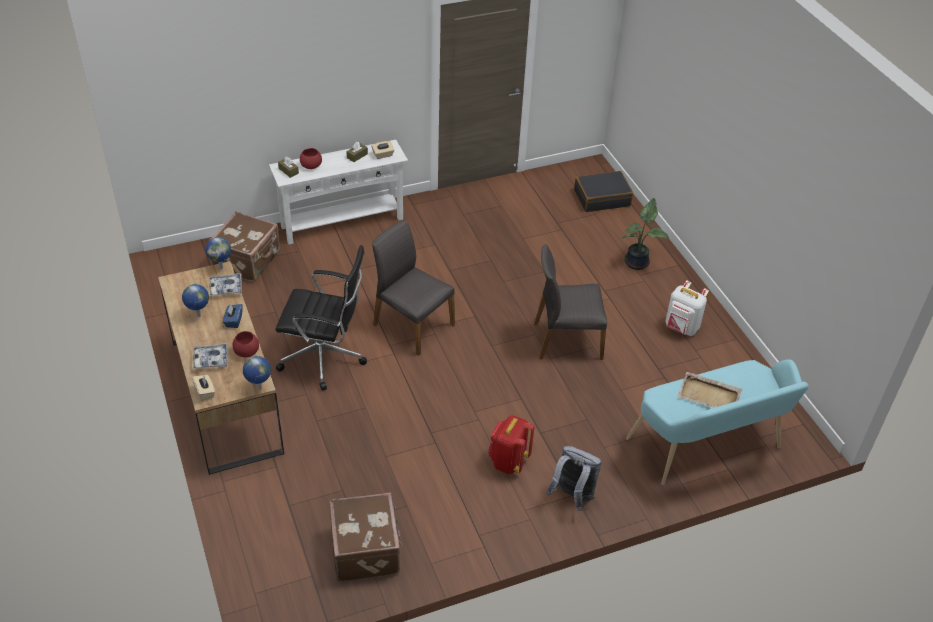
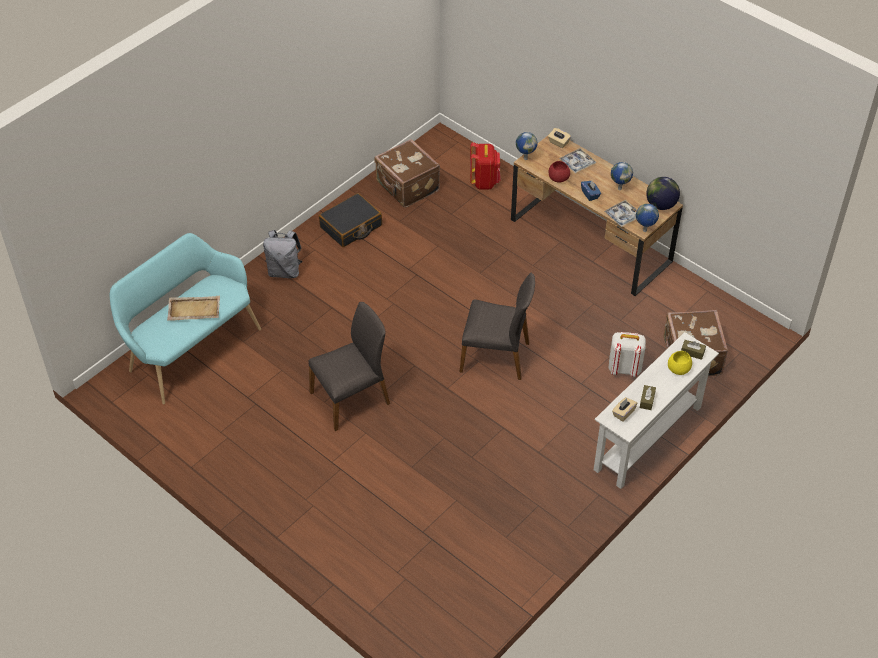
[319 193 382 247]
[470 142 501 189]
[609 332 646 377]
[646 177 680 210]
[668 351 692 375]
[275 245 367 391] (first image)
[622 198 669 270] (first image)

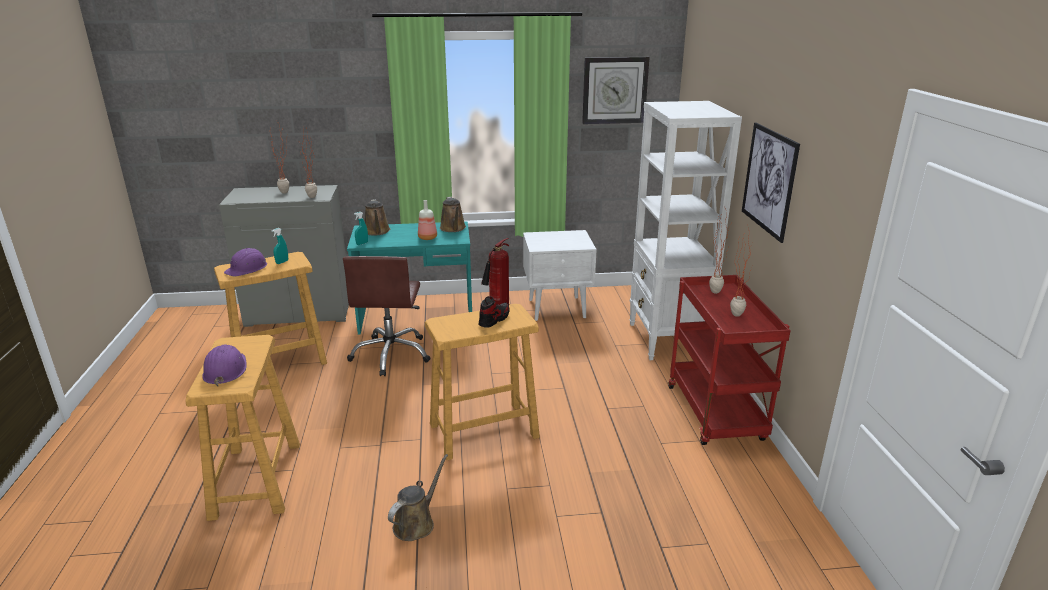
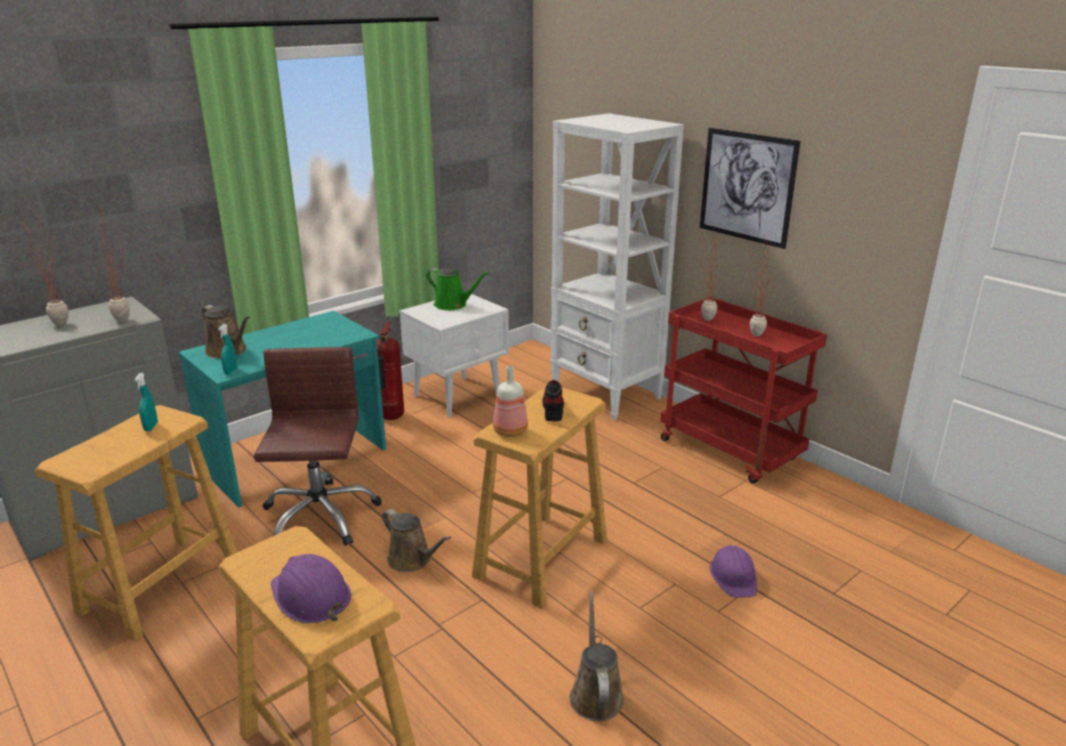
[254 347 382 546]
[382 509 451 572]
[426 268 489 310]
[493 366 528 437]
[710 545 757 597]
[582 57 649 124] (first image)

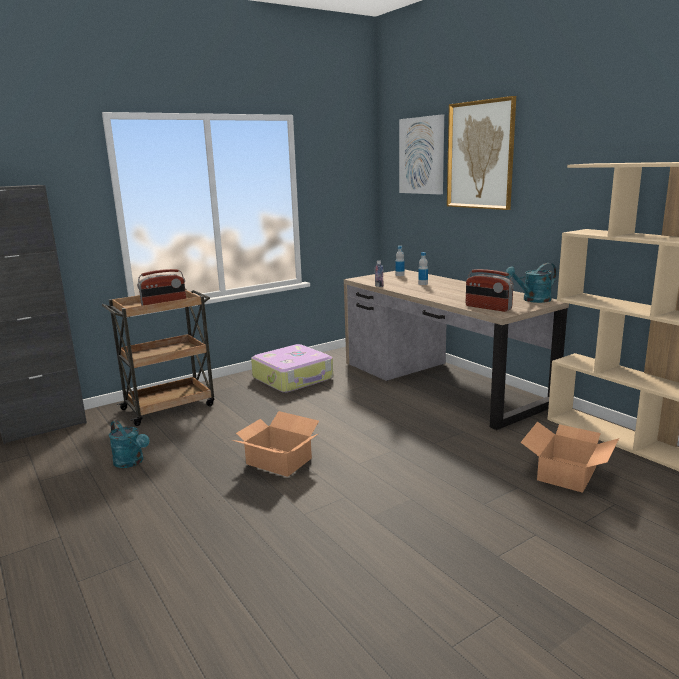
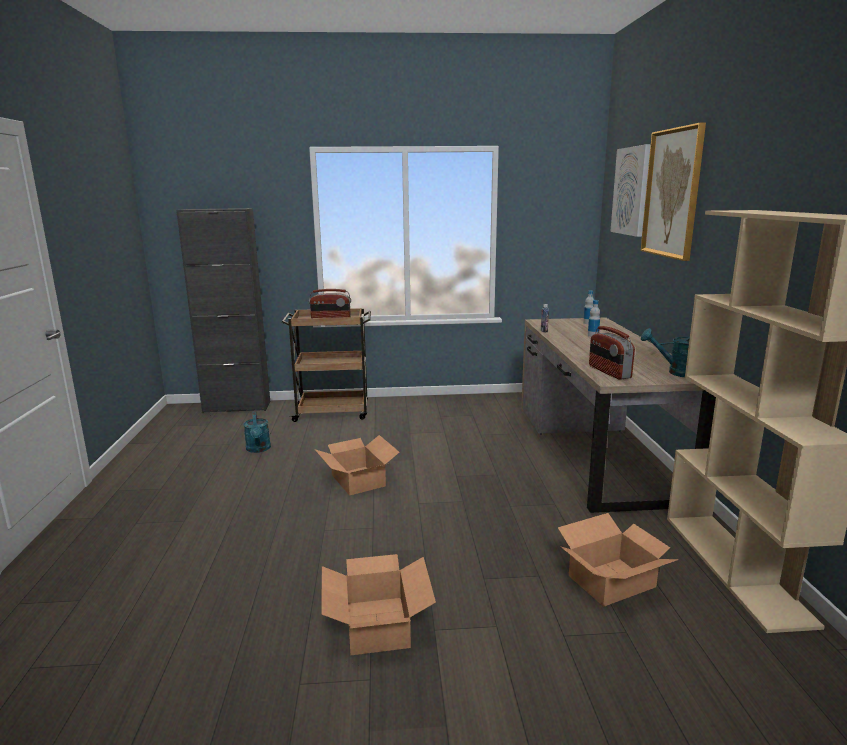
[321 554 436 655]
[251 344 333 393] (first image)

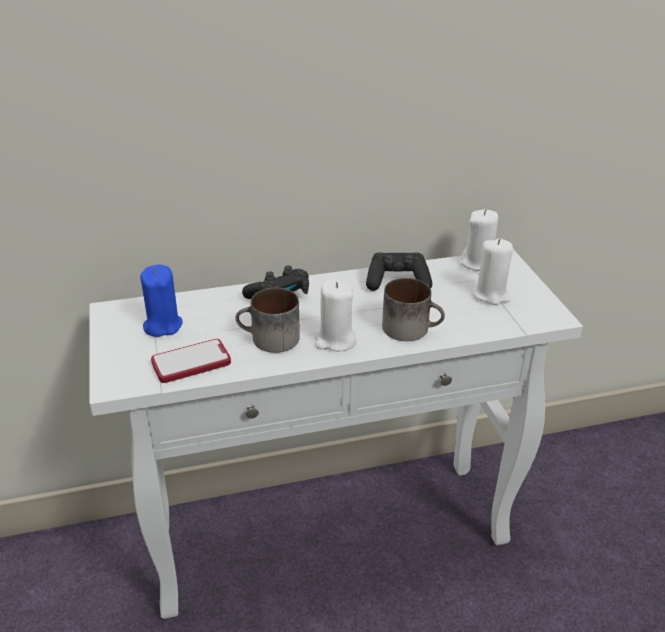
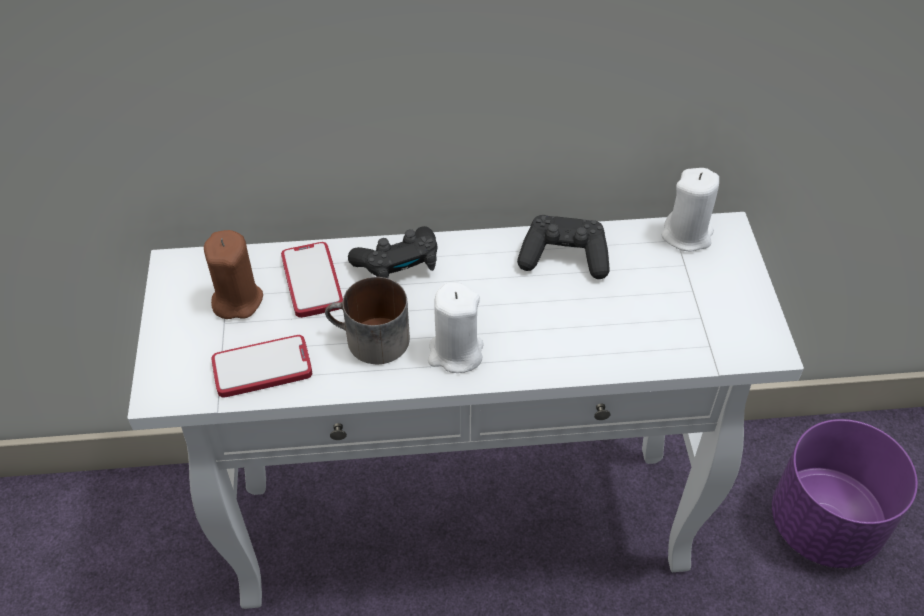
[204 230 263 319]
[281 242 343 318]
[772 419 918 568]
[382 278 445 341] (first image)
[473 238 513 305] (first image)

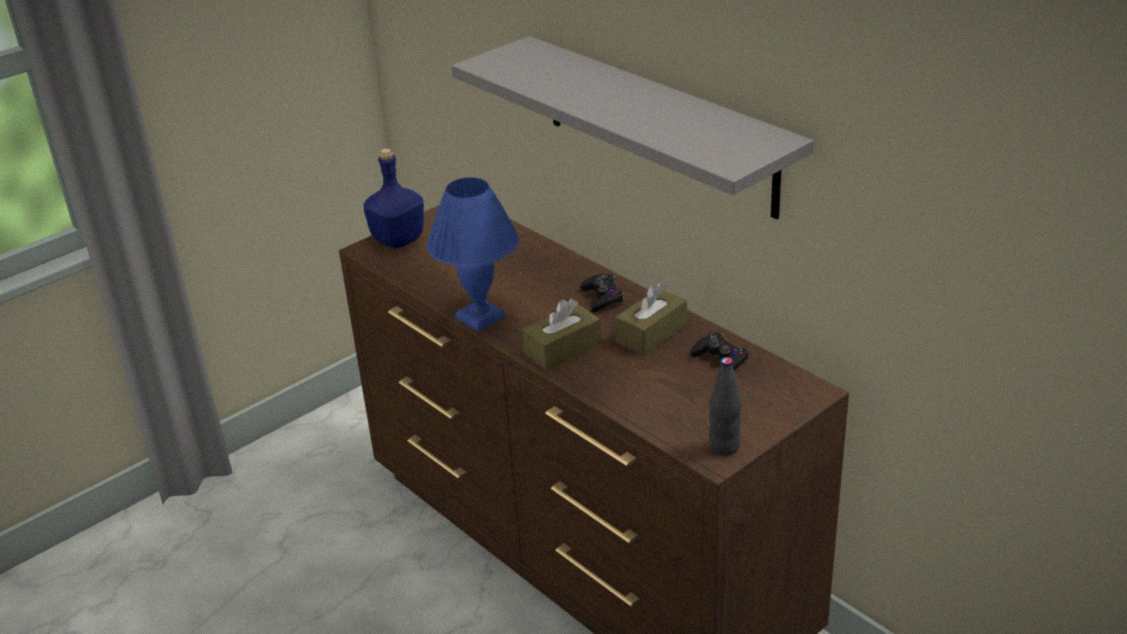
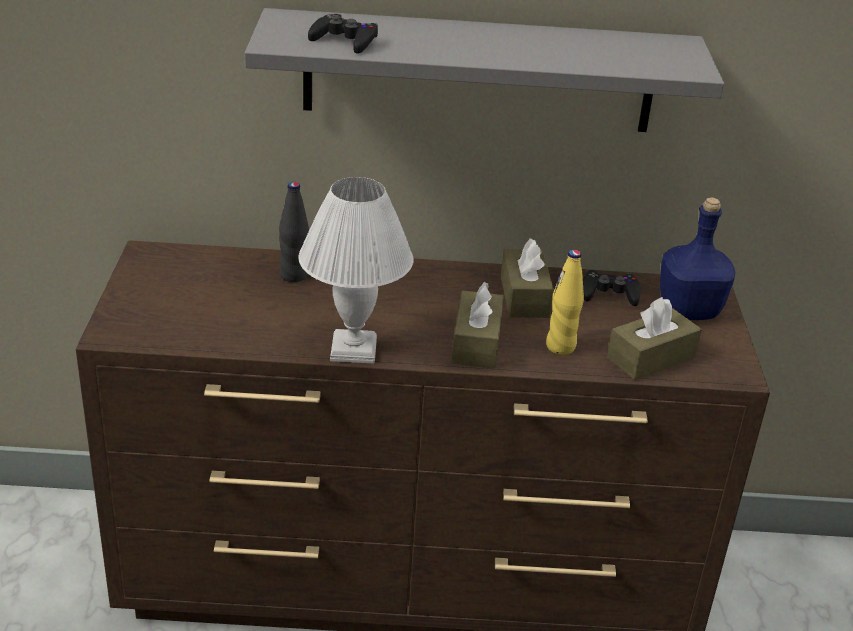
[279 182 309 282]
[298 177 414 364]
[308 14 378 54]
[546 250 584 355]
[607 297 702 380]
[660 197 736 320]

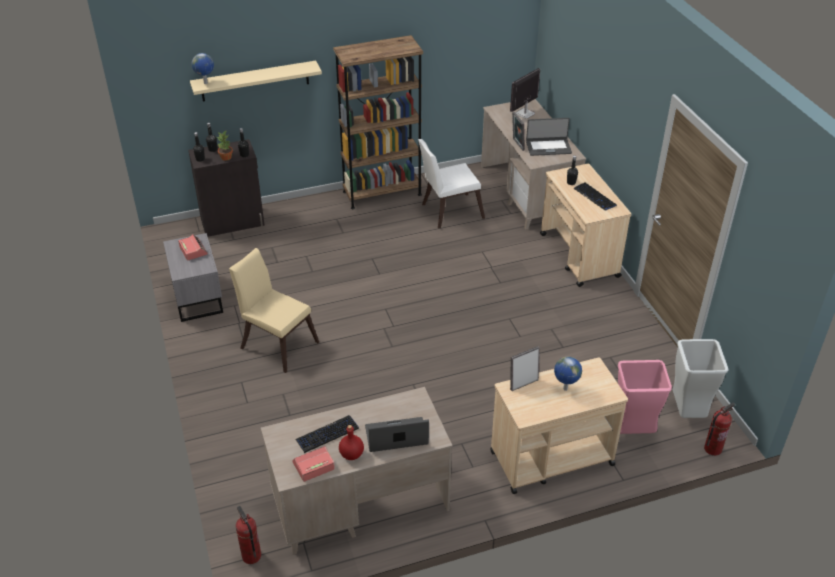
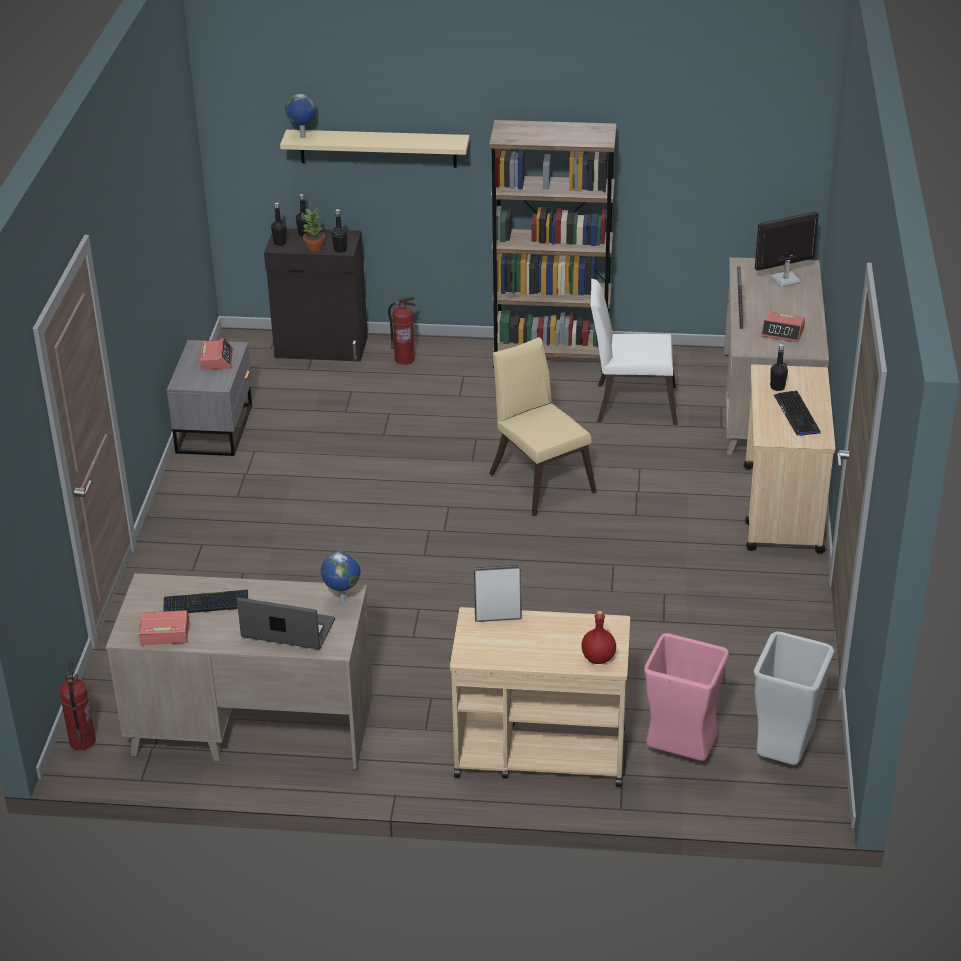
[321 551 360 603]
[388 296 416 365]
[489 337 597 516]
[581 611 616 664]
[761 312 805 342]

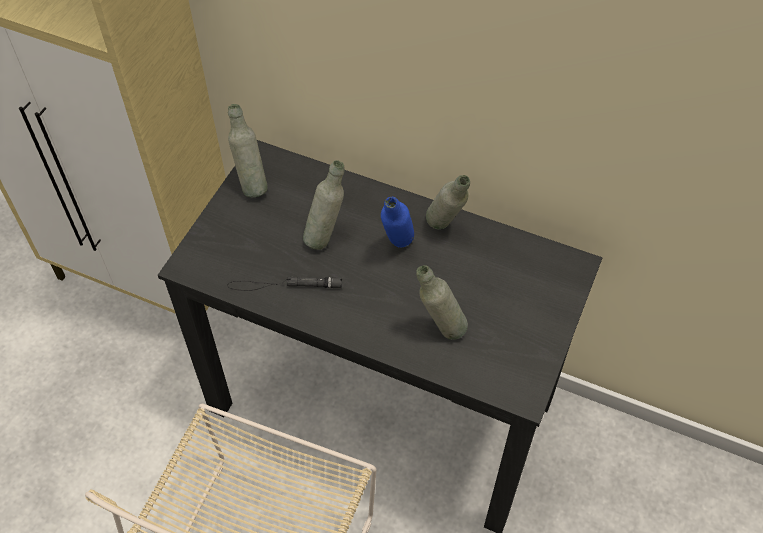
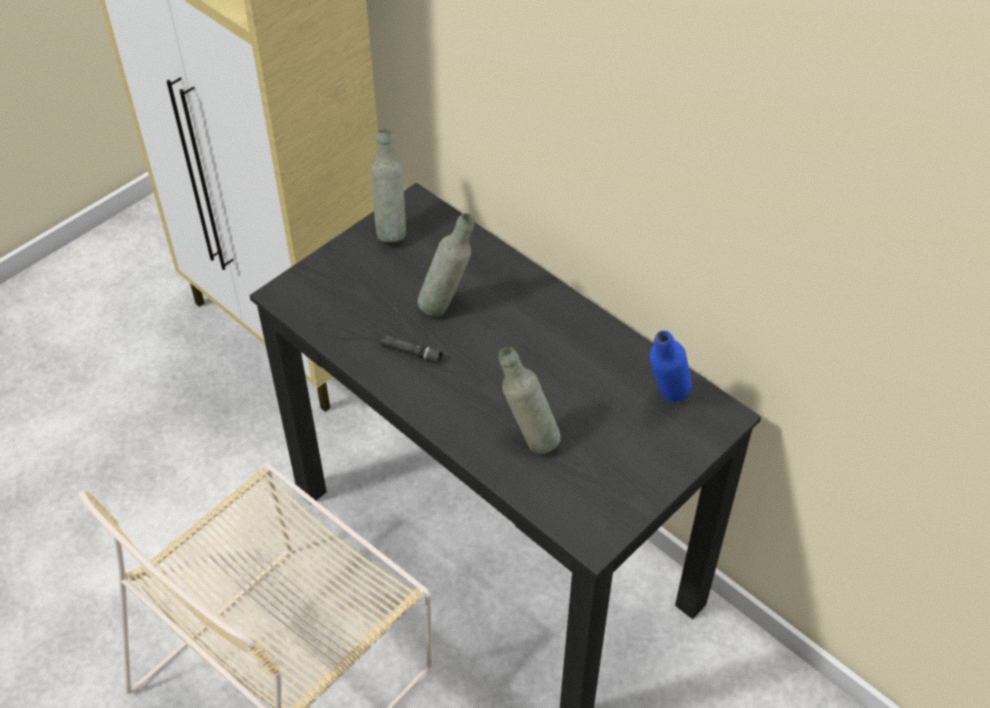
[650 330 692 402]
[426 175 470 229] (first image)

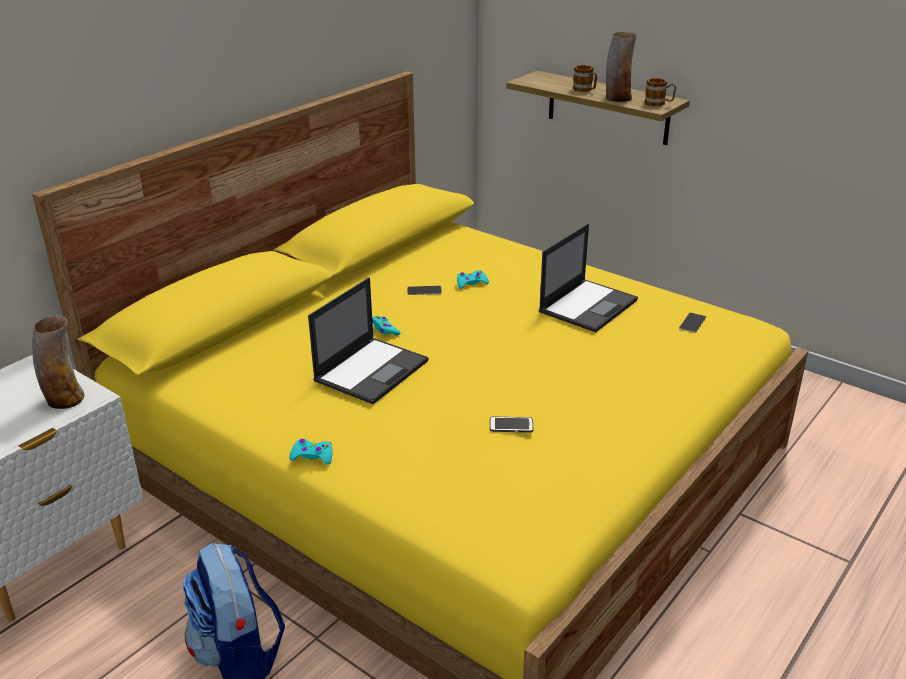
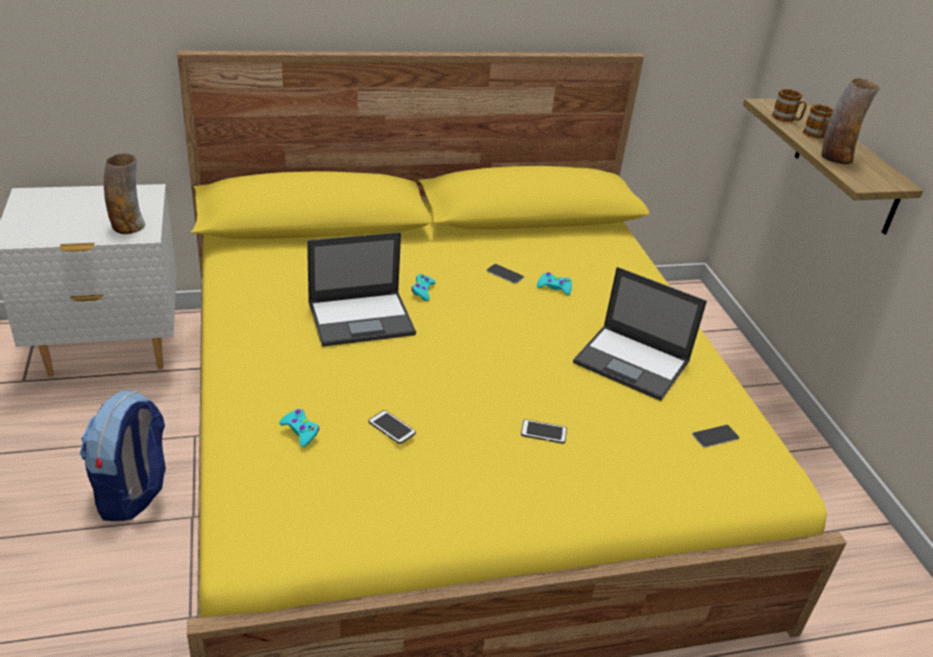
[279 409 319 447]
[521 419 567 444]
[573 267 707 401]
[772 89 807 122]

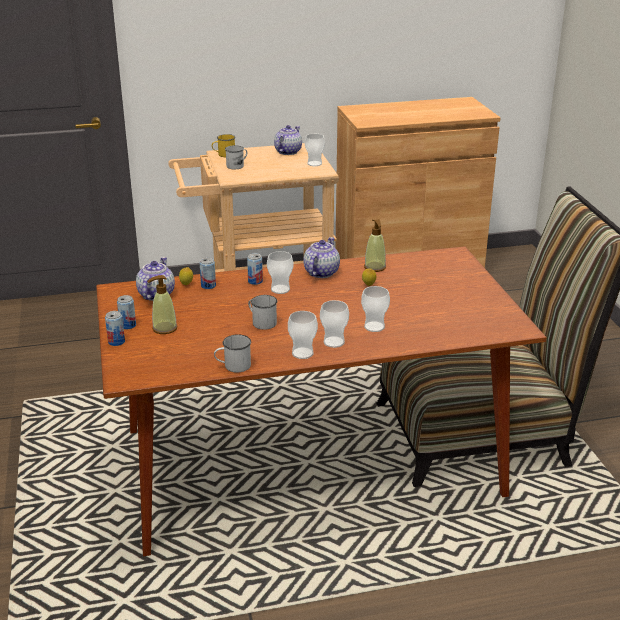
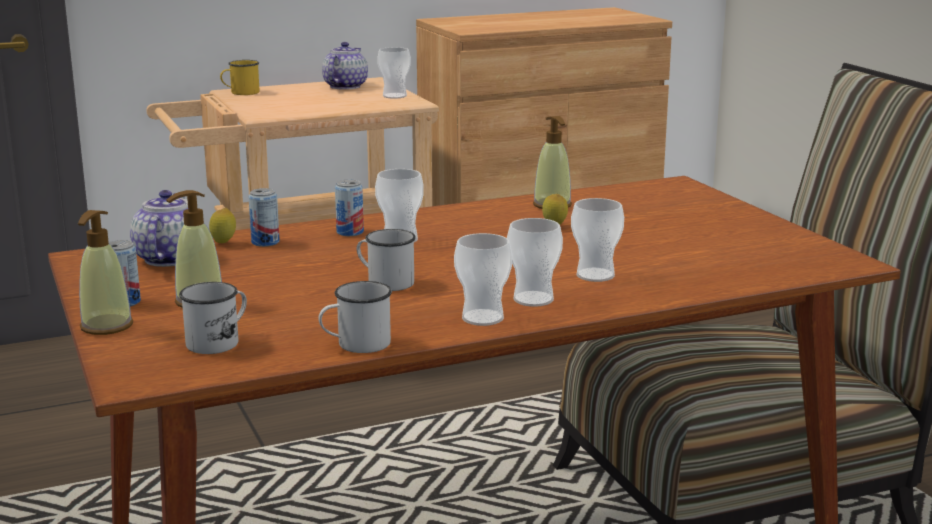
[78 210 133 335]
[179 282 247 354]
[303 237 340 278] (first image)

